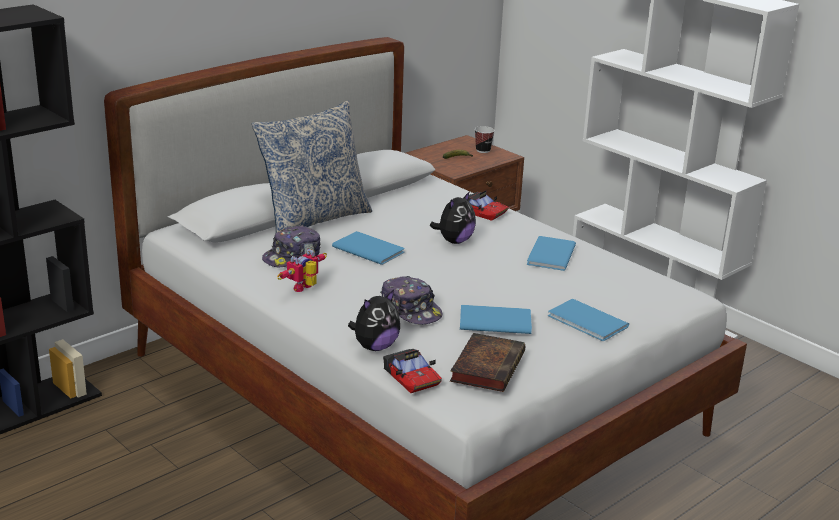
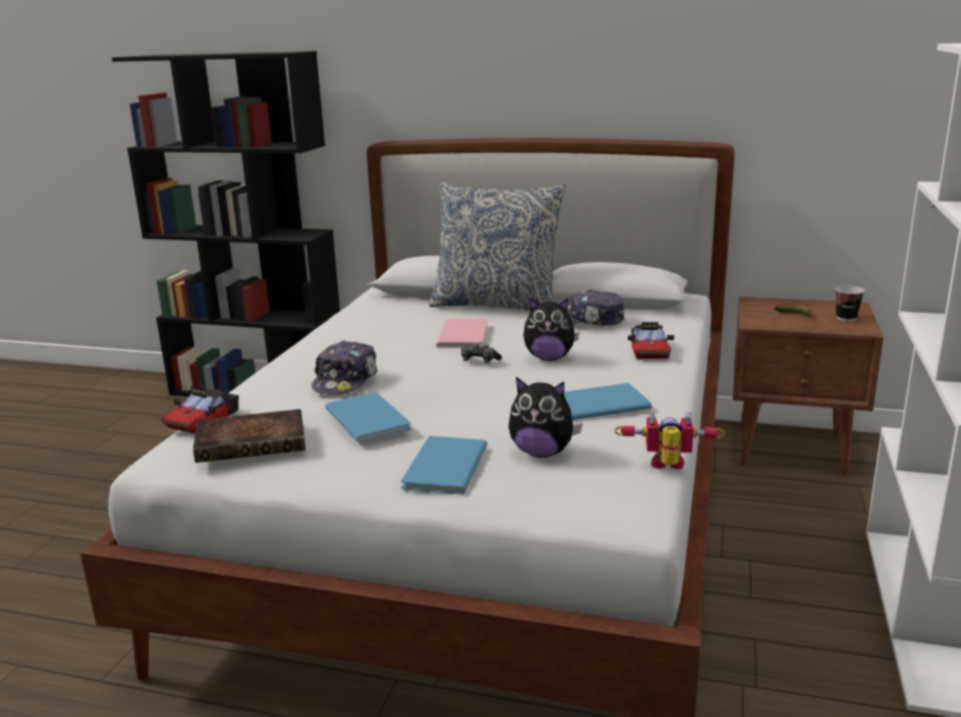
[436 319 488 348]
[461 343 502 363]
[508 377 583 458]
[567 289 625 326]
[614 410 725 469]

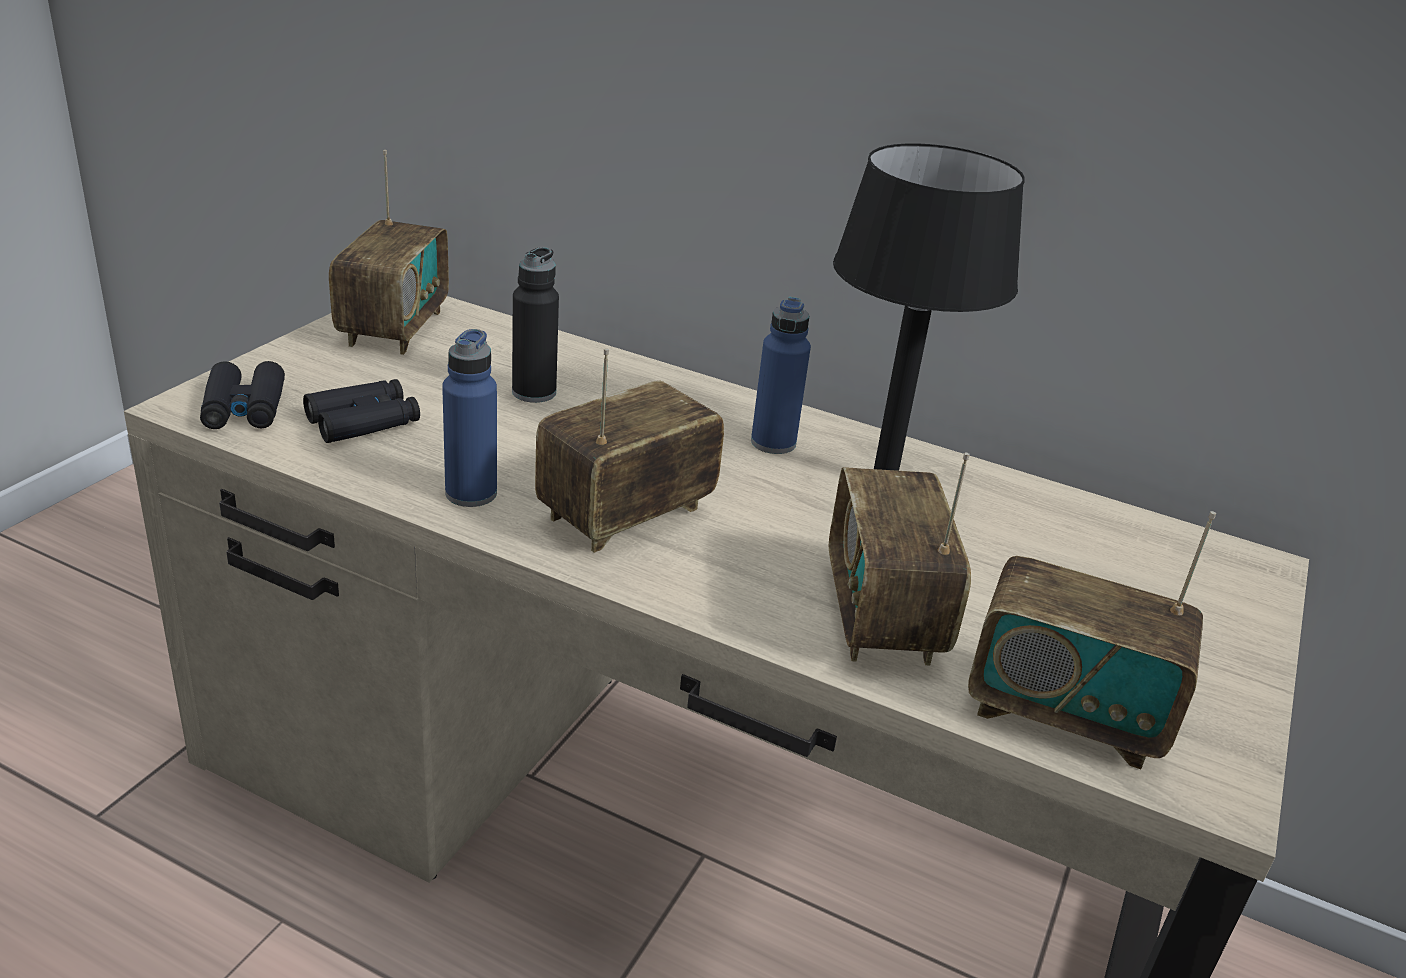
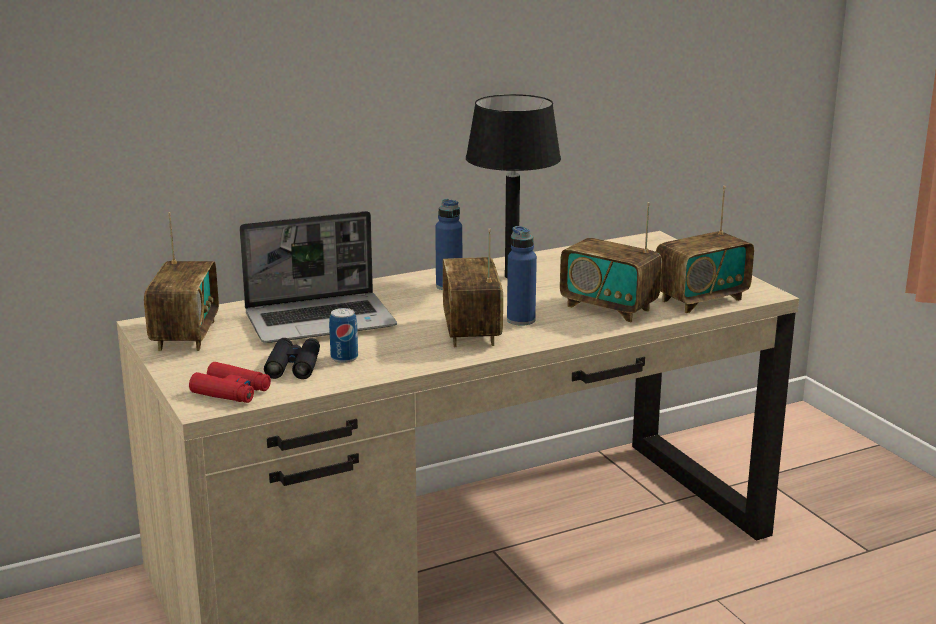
[144 212 219 351]
[189 362 271 403]
[239 211 397 343]
[329 308 358 363]
[507 226 537 326]

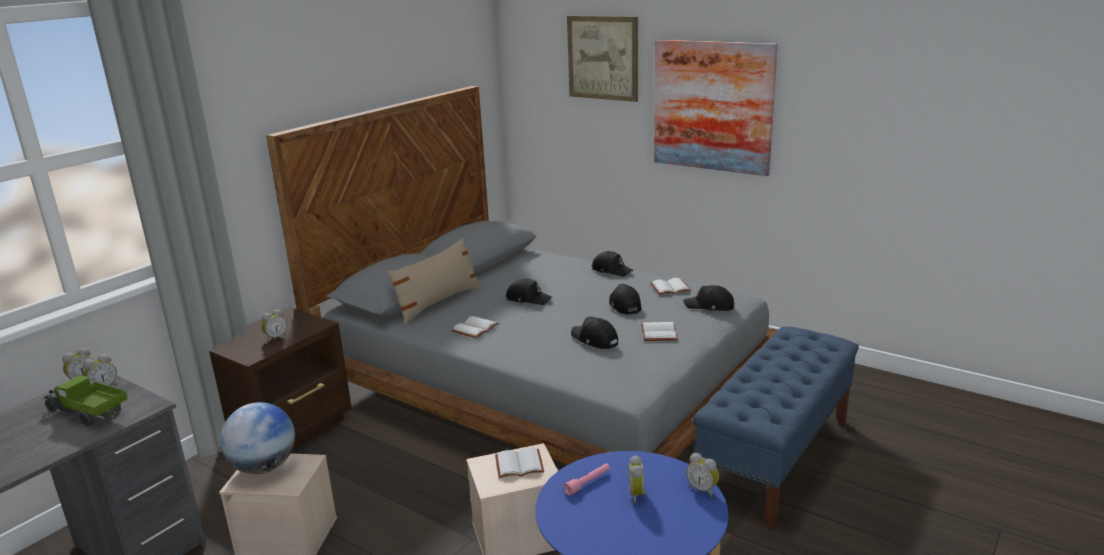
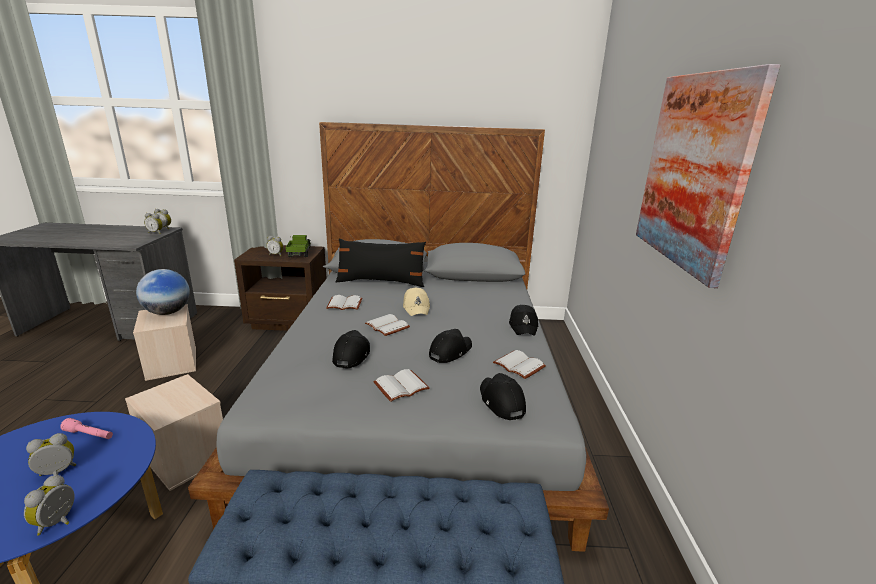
[286 235 311 257]
[336 238 426 287]
[365 314 410 336]
[403 287 430 316]
[567 16 638 102] (first image)

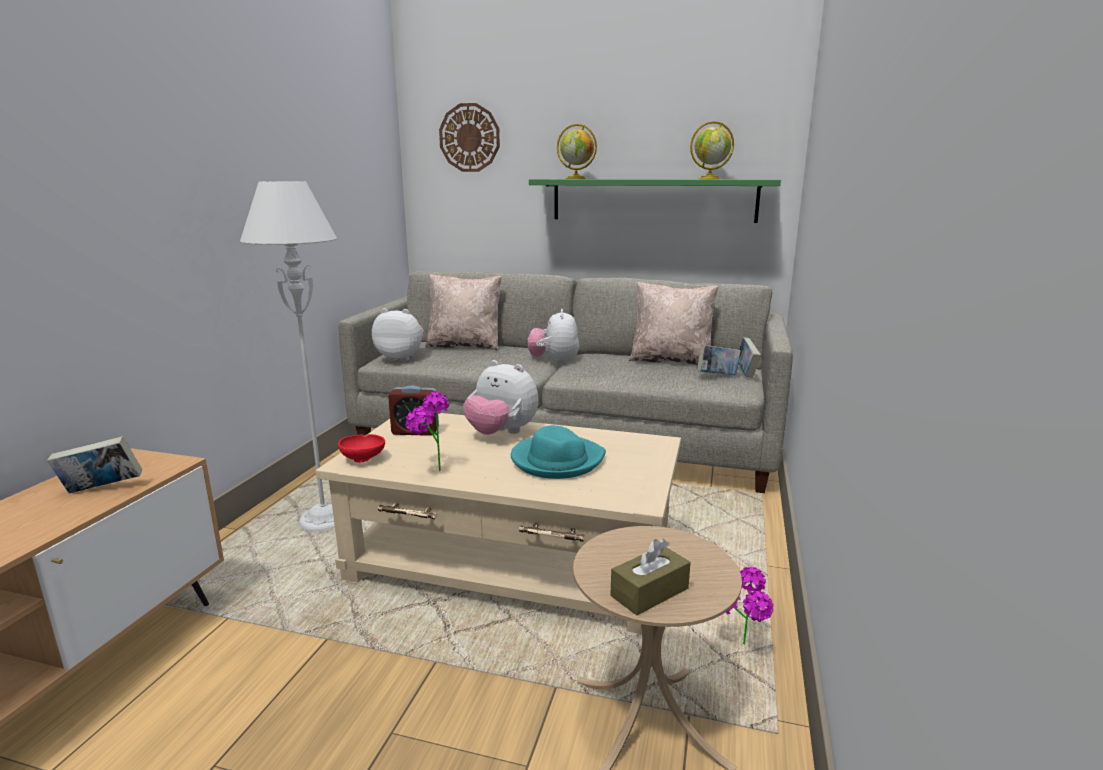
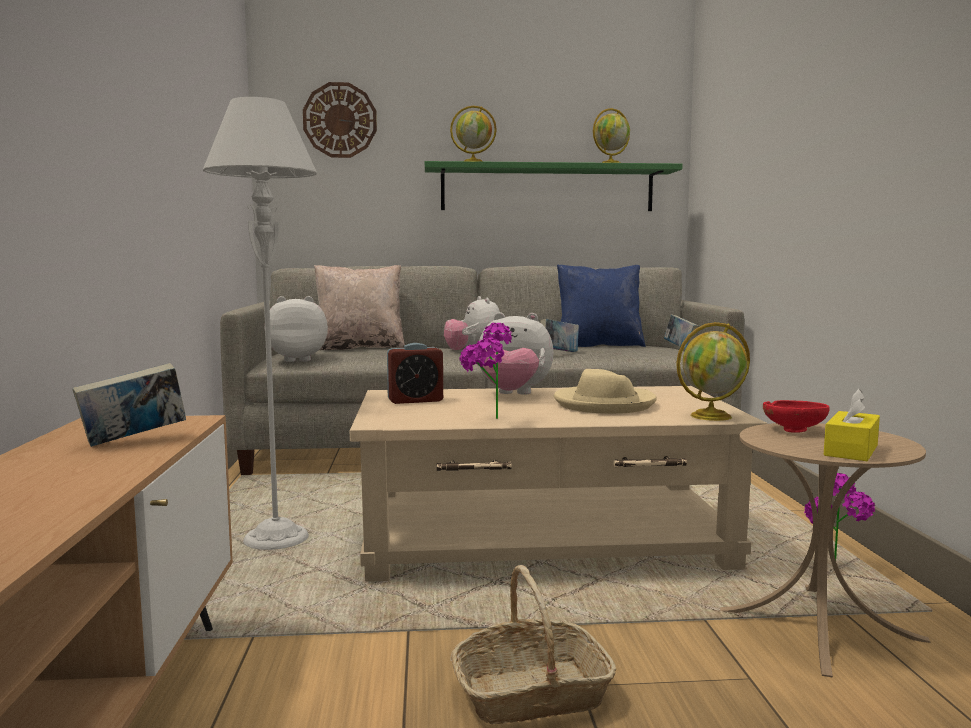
[450 565 616 724]
[540 319 579 352]
[554 369 657 414]
[557 264 646 347]
[676 322 750 421]
[763 400 830 433]
[824 389 880 461]

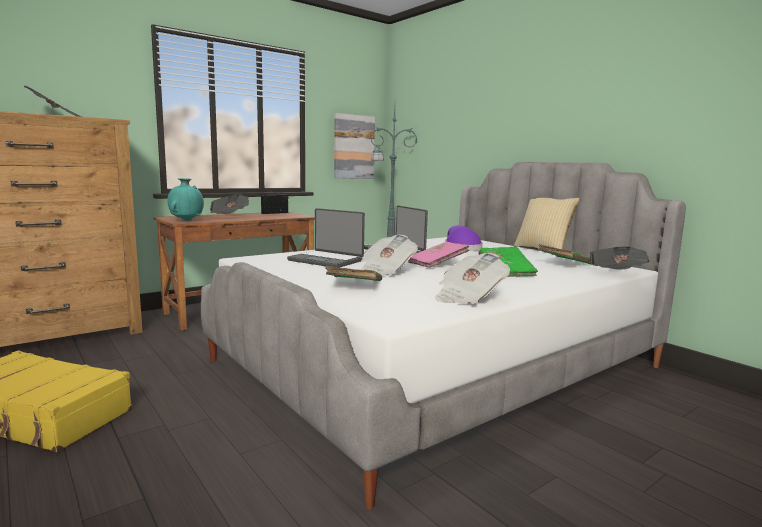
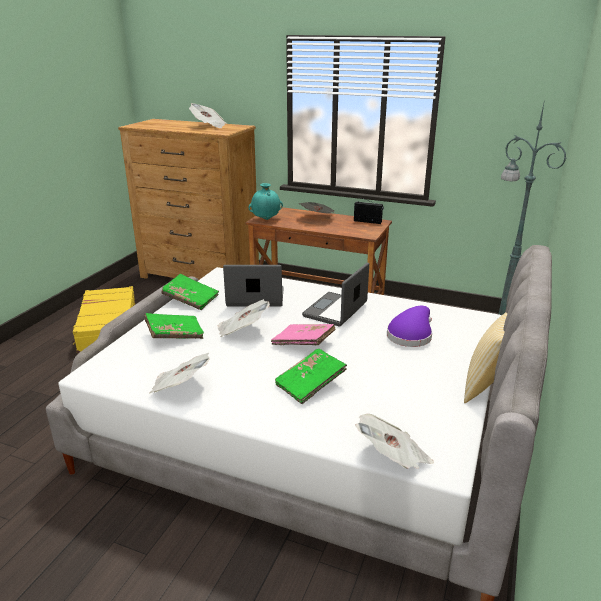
[162 274 219 310]
[223 265 283 306]
[334 113 375 179] (first image)

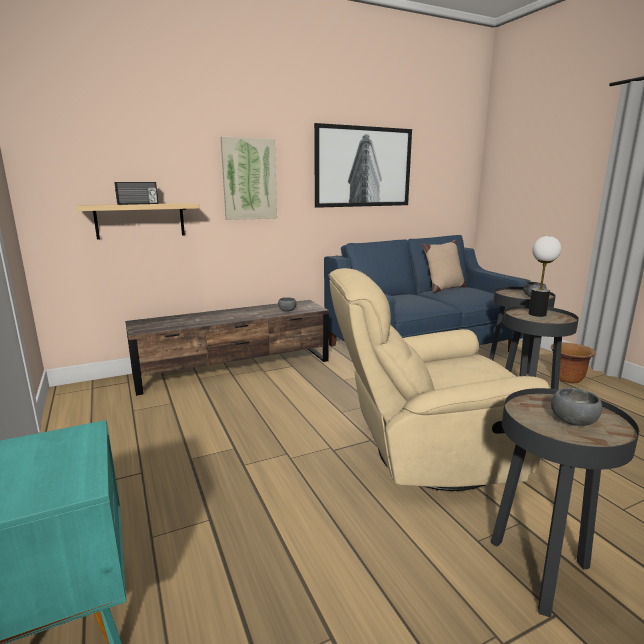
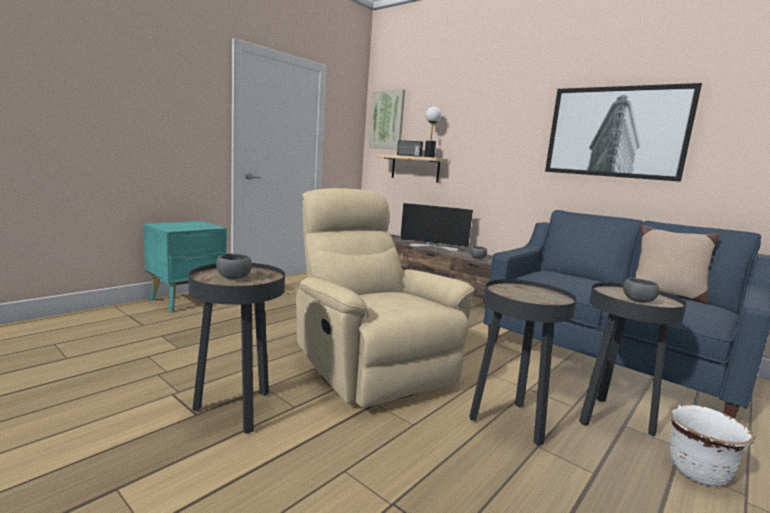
[369 89 405 149]
[400 203 473 251]
[424 106 441 158]
[668 404 755 487]

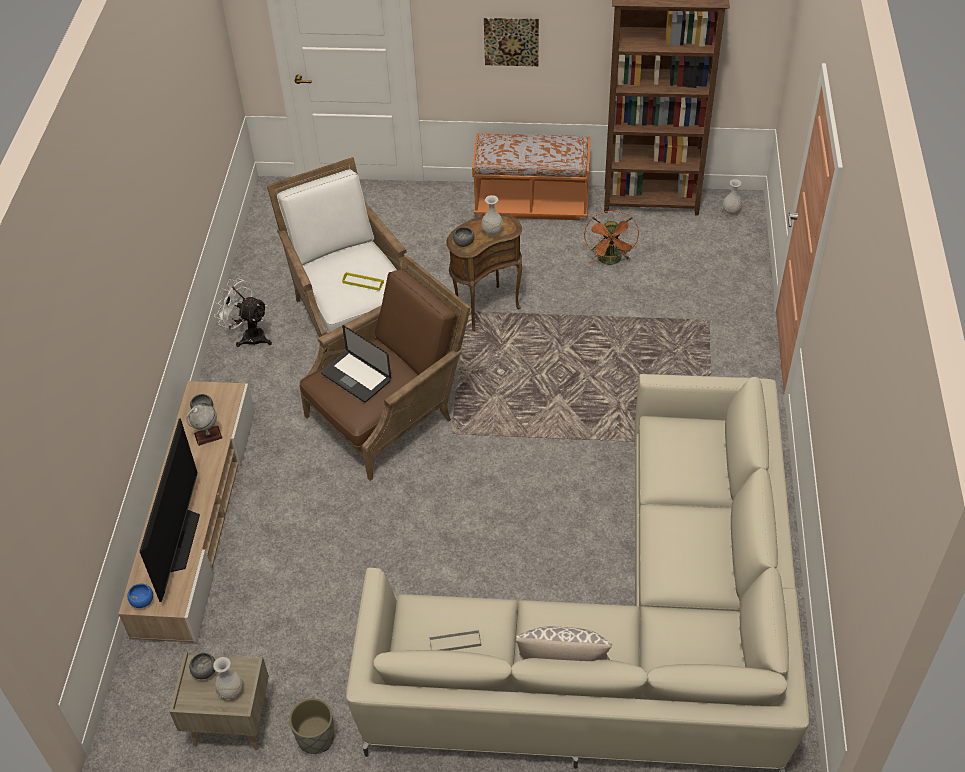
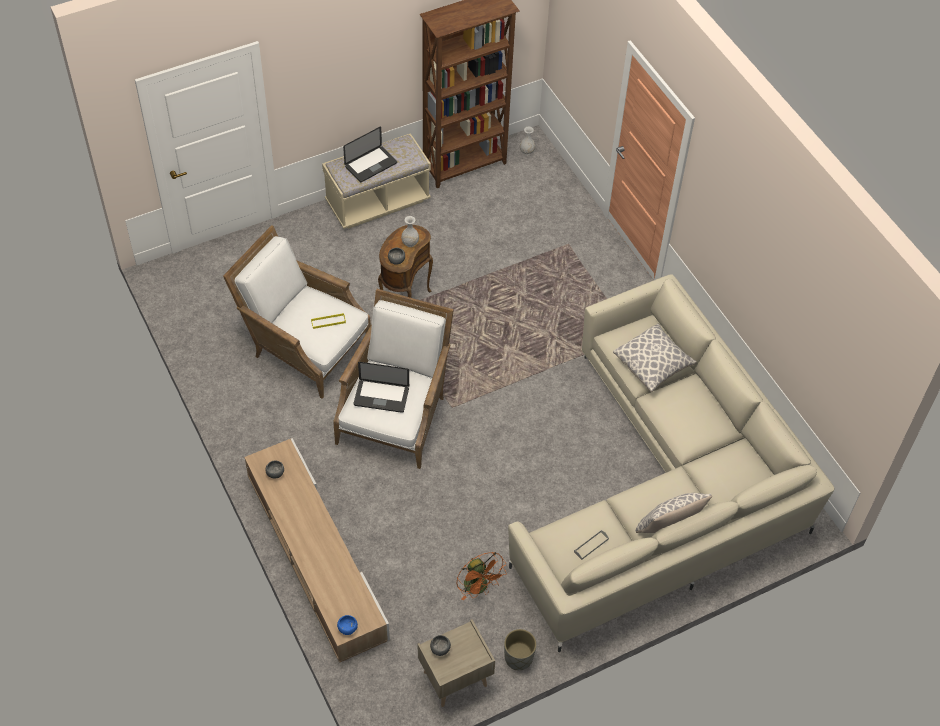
[322 133 431 229]
[333 289 454 469]
[343 127 397 182]
[456 552 507 601]
[613 324 697 392]
[139 419 200 602] (first image)
[186 403 223 446] (first image)
[213 657 243 699] (first image)
[214 278 272 347] (first image)
[484 18 539 66] (first image)

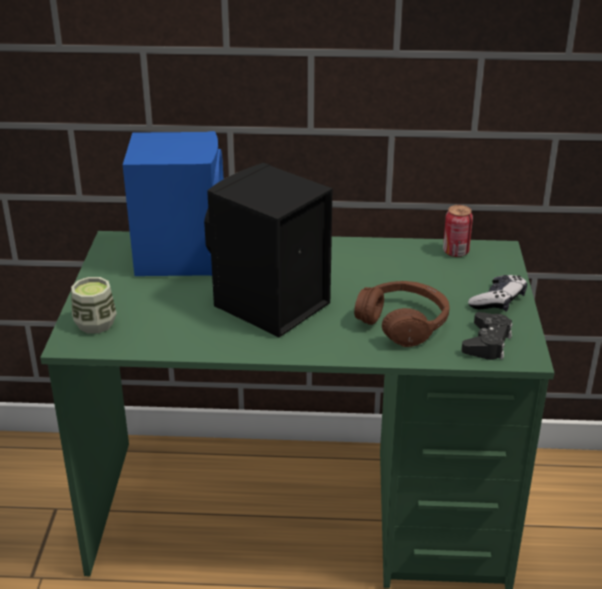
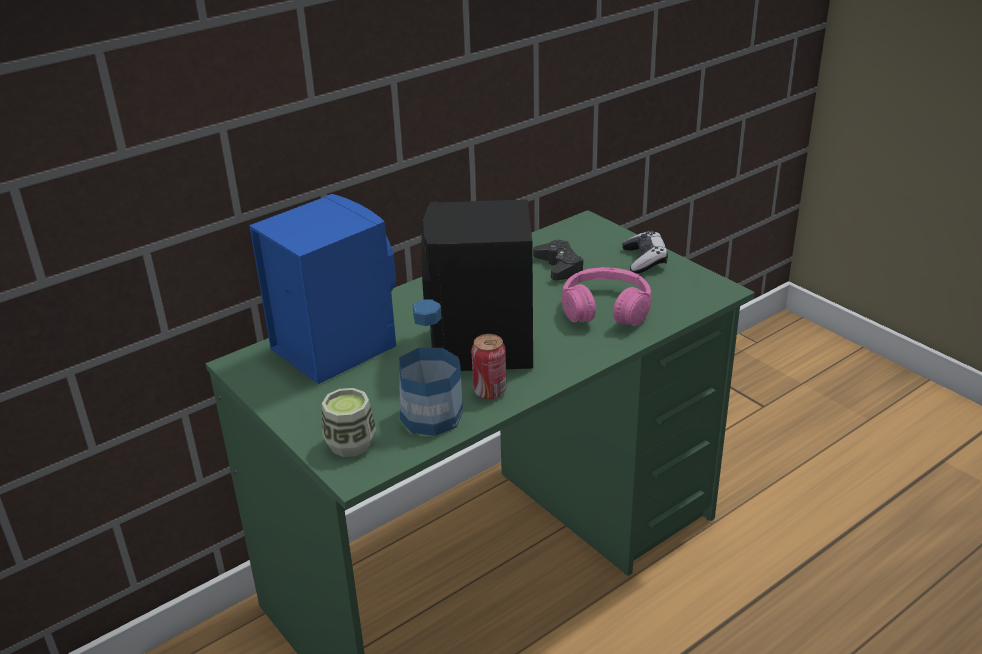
[399 300 463 436]
[471 334 506 399]
[533 240 584 280]
[562 267 651 326]

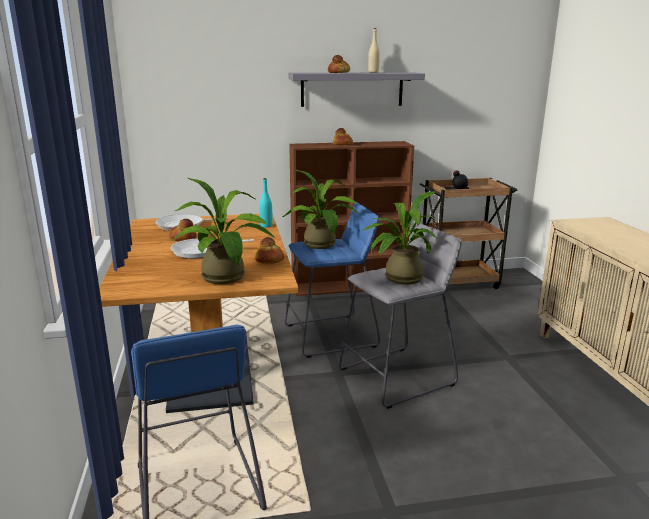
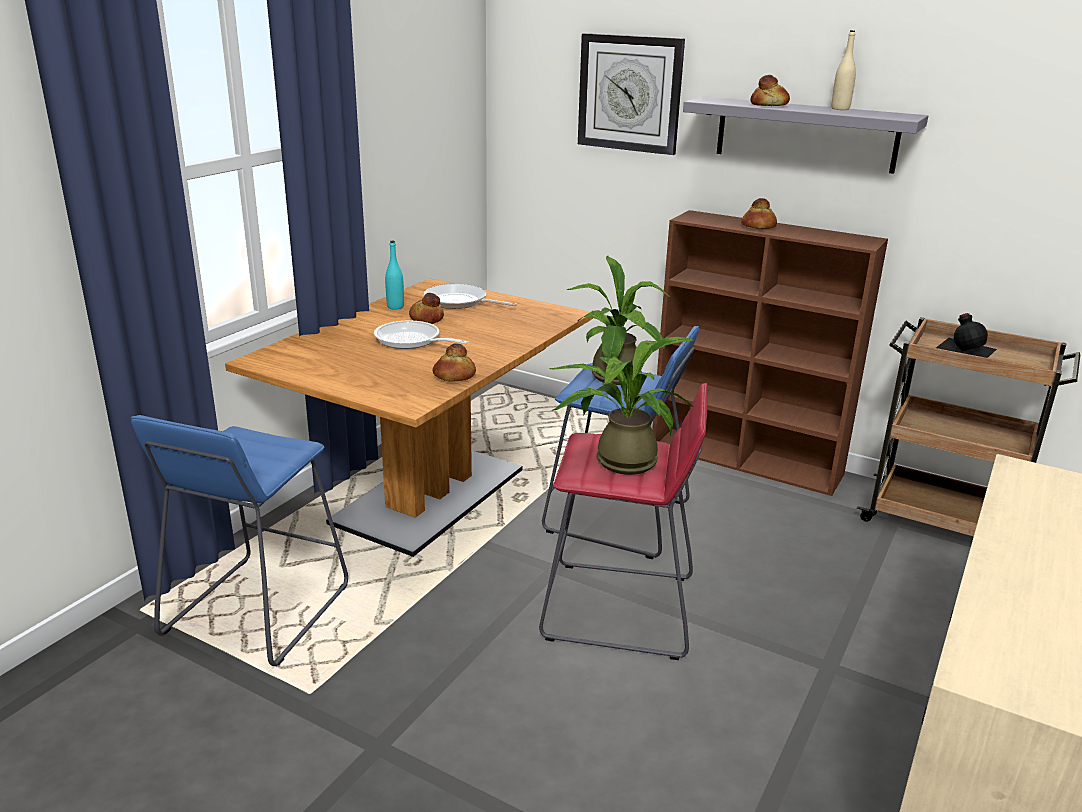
[385 240 404 310]
[539 383 708 660]
[578 33 685 155]
[172 178 276 284] (first image)

